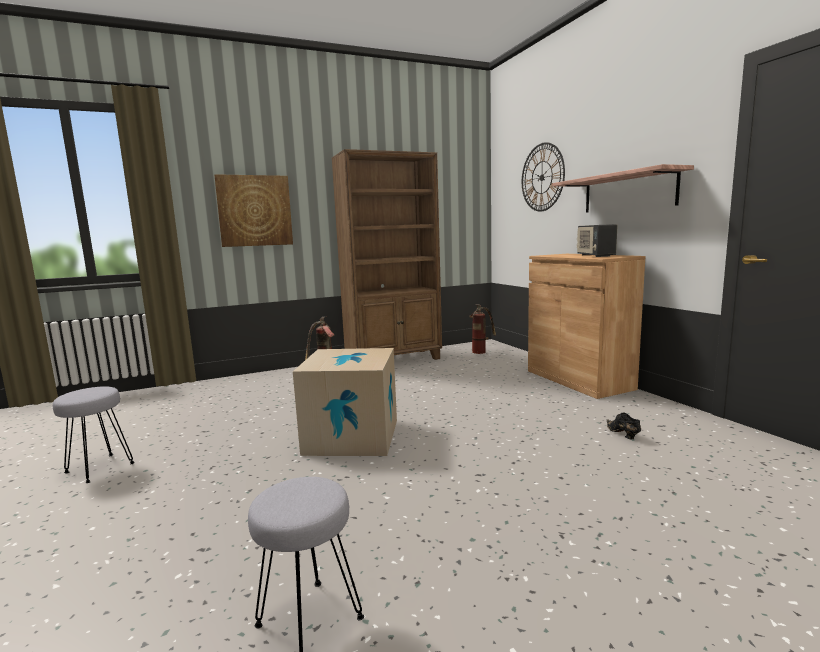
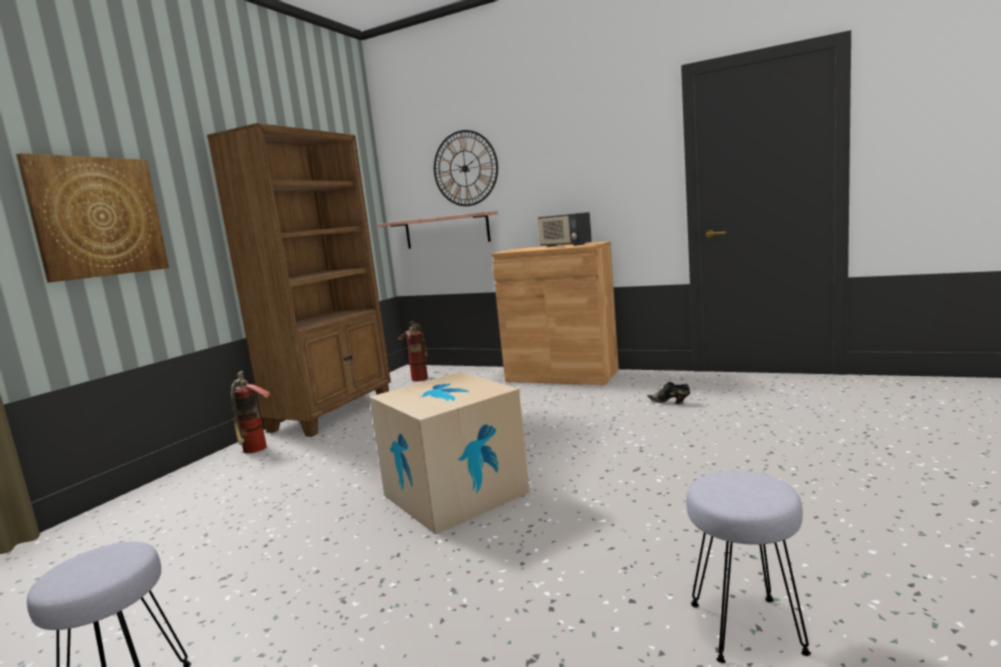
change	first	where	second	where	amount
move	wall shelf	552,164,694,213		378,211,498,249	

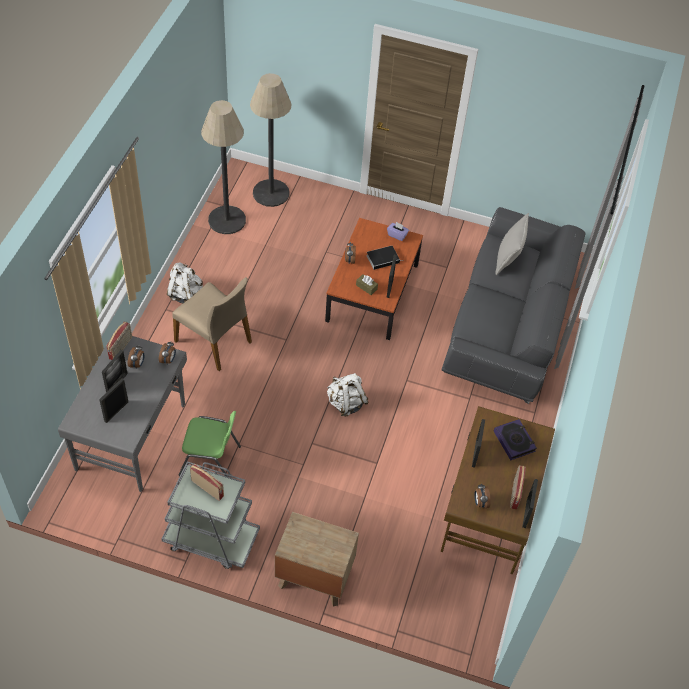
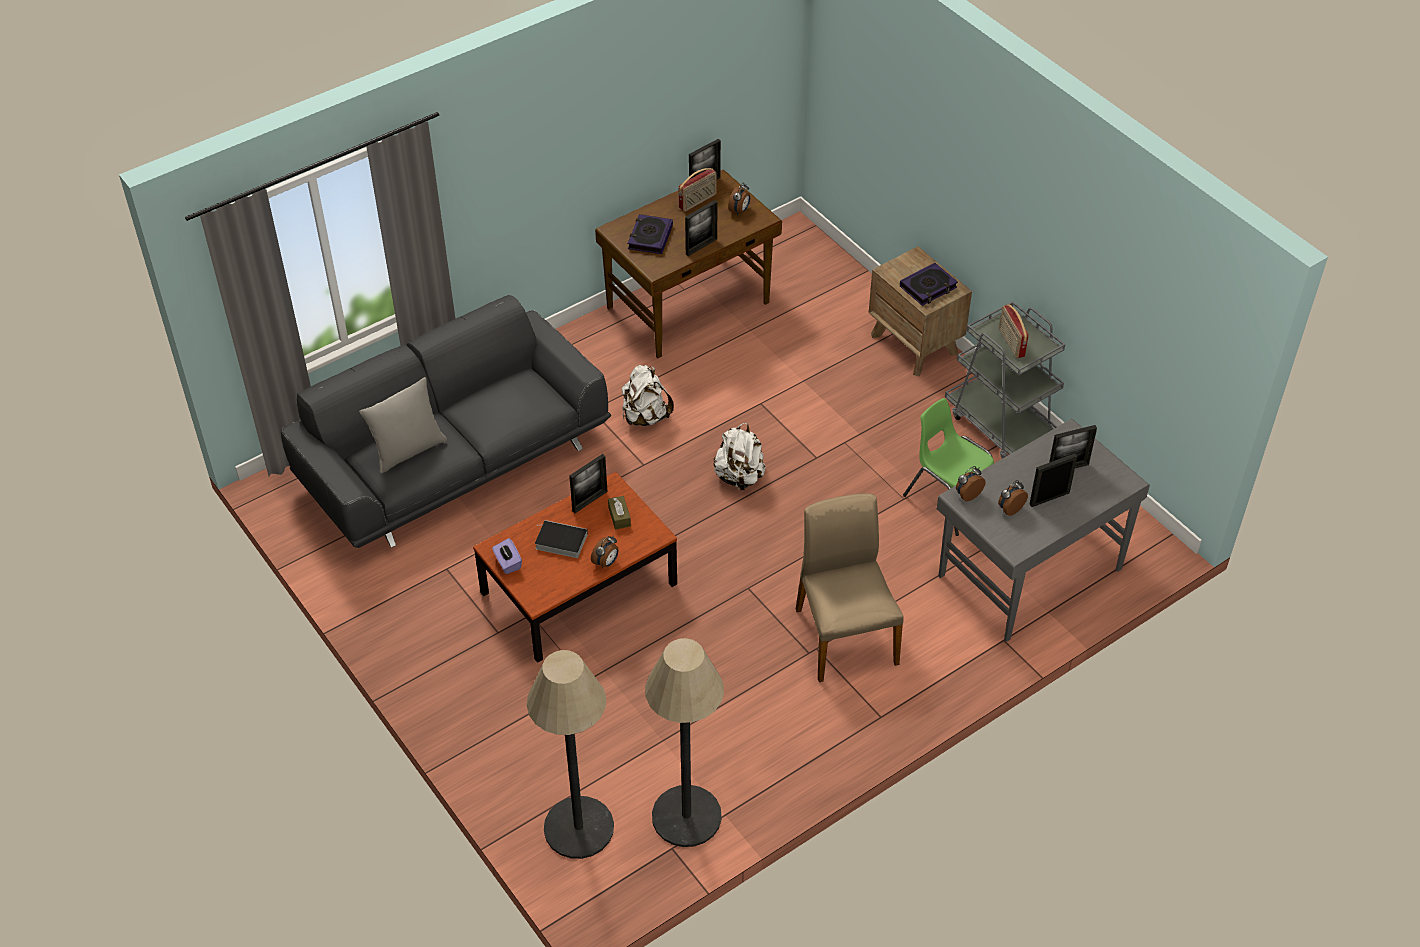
change	first	where	second	where	amount
move	white-coloured rucksack	167,263,203,303		622,365,674,426	
insert			book	900,263,958,306	
delete	radio receiver	106,321,132,360			

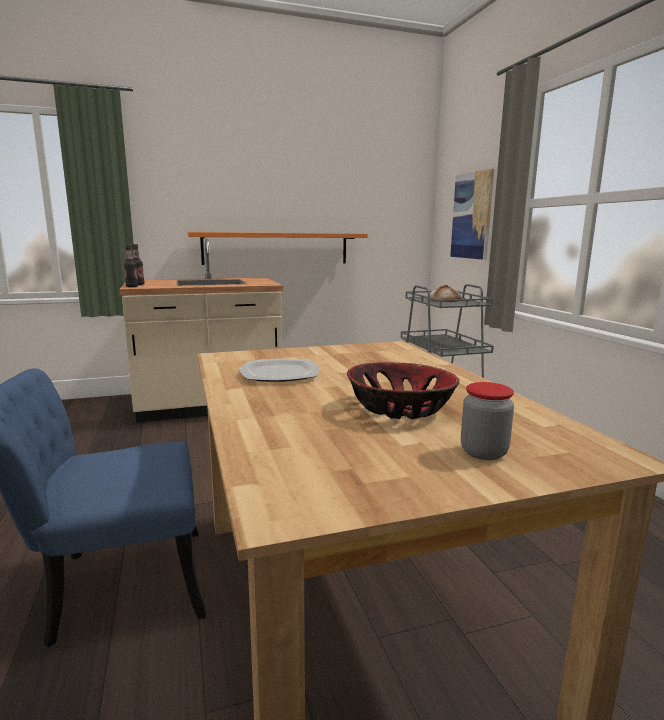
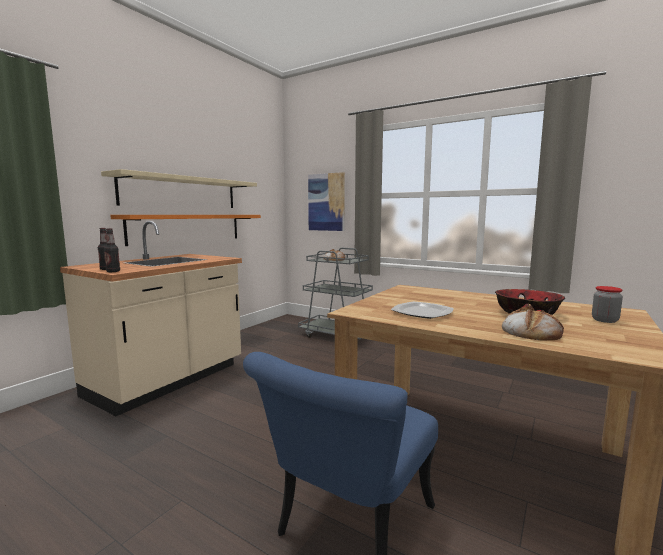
change	first	where	second	where	amount
insert			beige wall shelf	101,169,257,208	
insert			bakery bread	502,305,564,340	

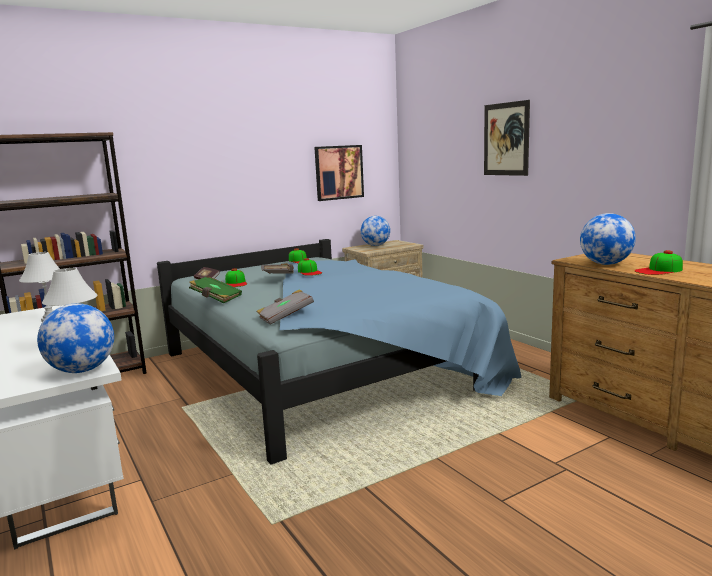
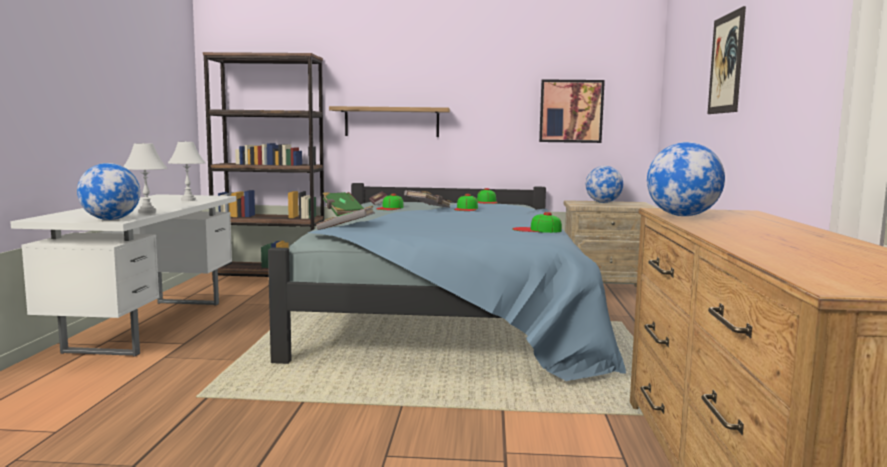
change	first	where	second	where	amount
insert			wall shelf	329,106,450,137	
move	baseball cap	635,250,683,275		512,212,562,233	

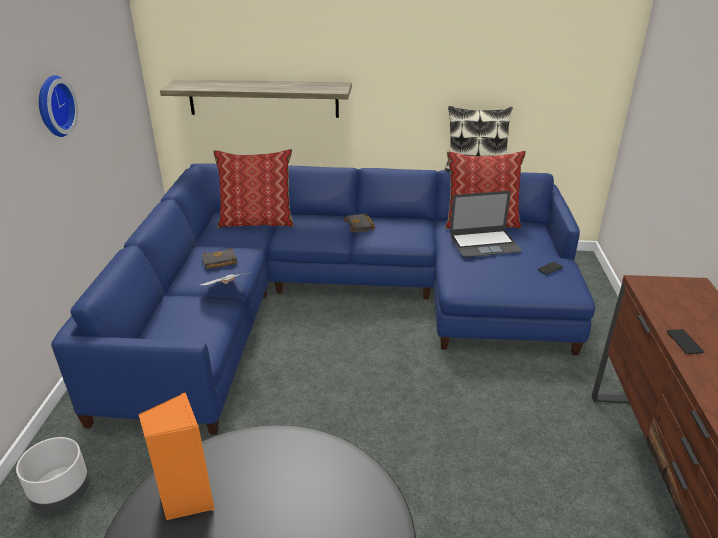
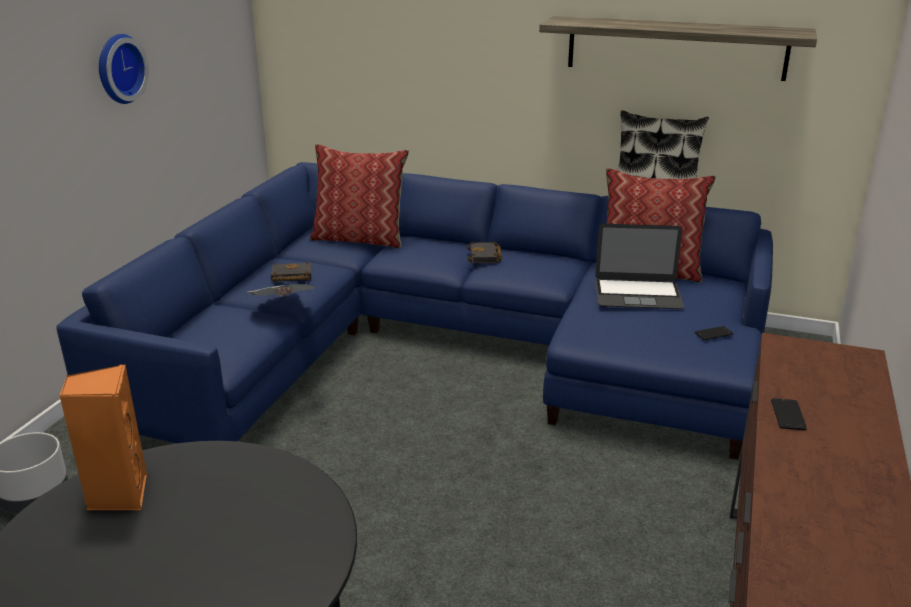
change	first	where	second	where	amount
move	wall shelf	160,79,352,118		539,16,817,81	

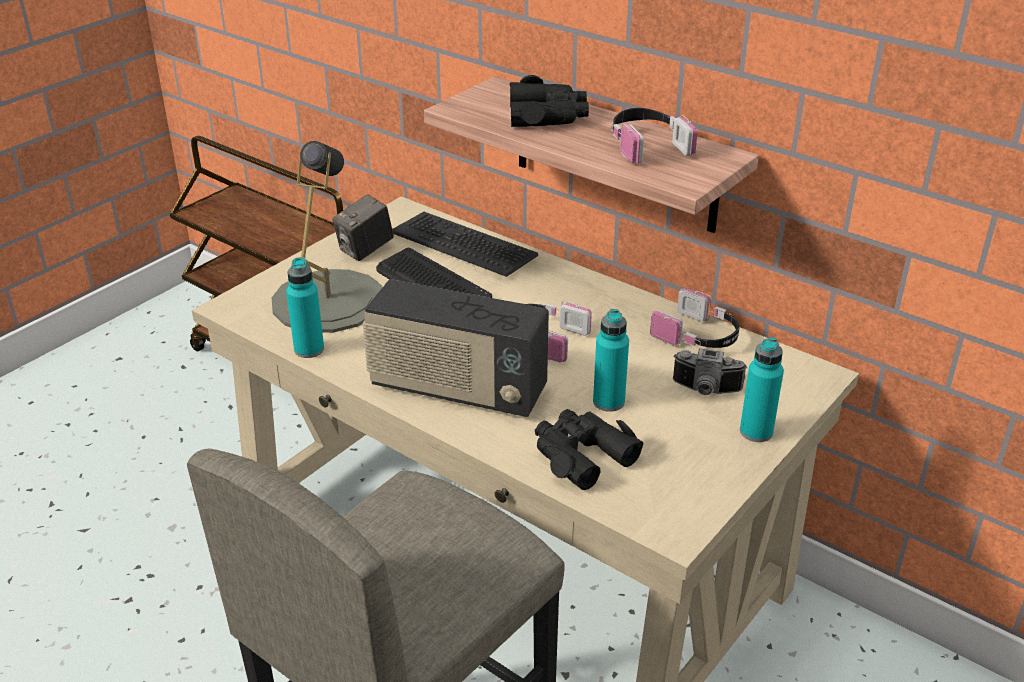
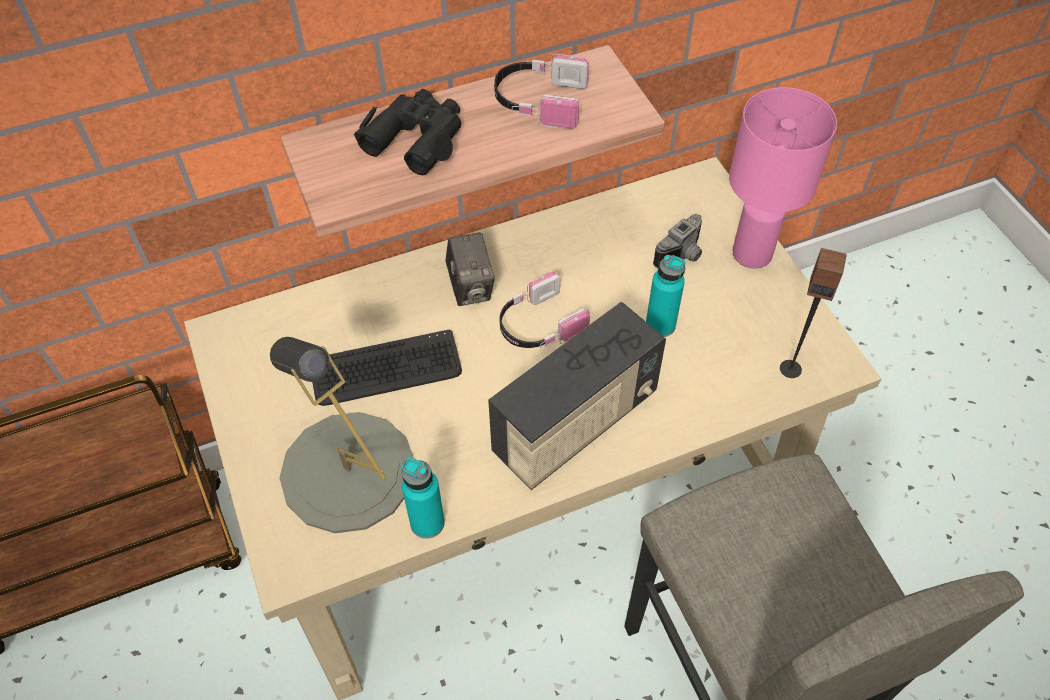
change	first	where	second	where	amount
move	photo camera	332,194,394,261		445,232,495,306	
replace	turquoise bottle	740,337,784,442	pink-coloured table lamp	729,87,837,269	
insert			speaker	780,248,847,378	
delete	keyboard	392,212,538,277			
delete	blackish field glasses	535,409,644,490			
delete	pair of headphones	650,288,740,348			

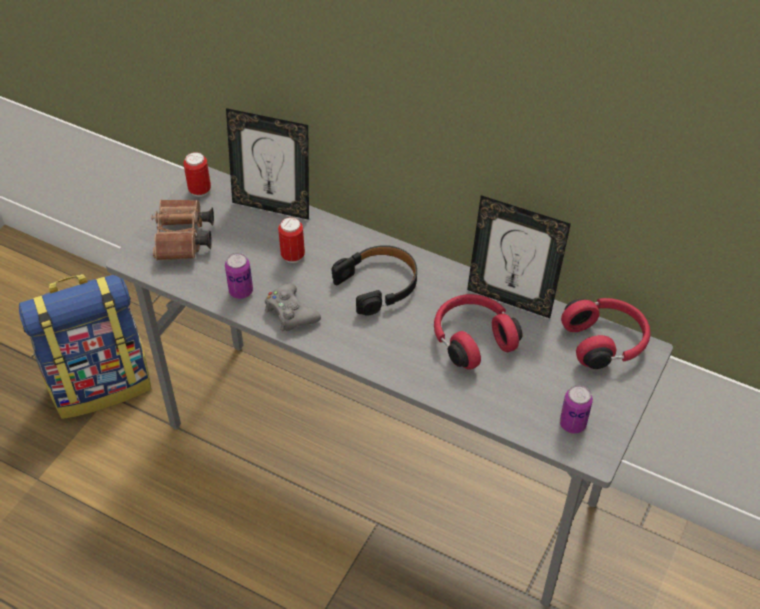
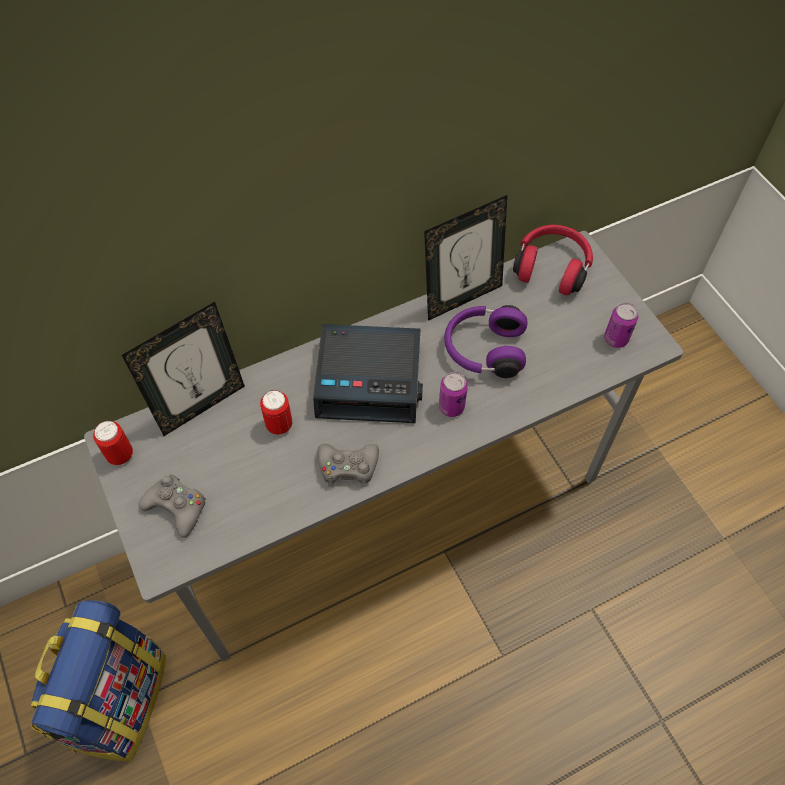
change	first	where	second	where	amount
replace	brownish field glasses	151,200,214,260	gray joypad	138,475,206,538	
replace	blackish pair of headphones	332,245,417,316	bedside clock	313,324,423,423	
move	metal can	225,253,253,299		439,372,468,417	
recolor	reddish pair of headphones	434,294,523,370	purple pair of headphones	444,305,527,378	

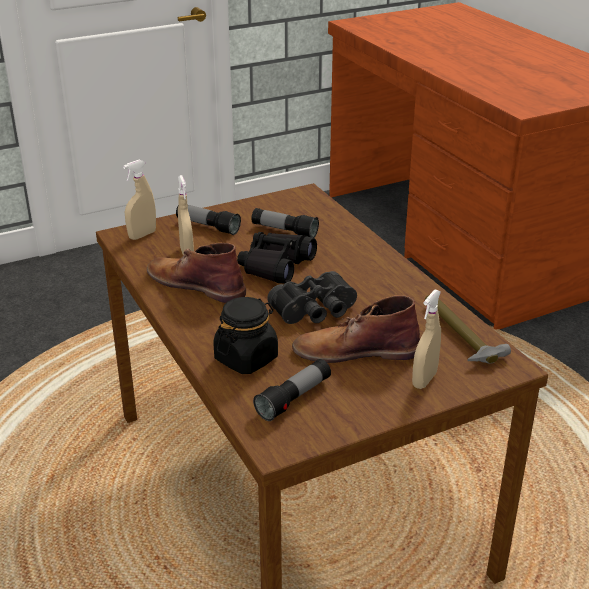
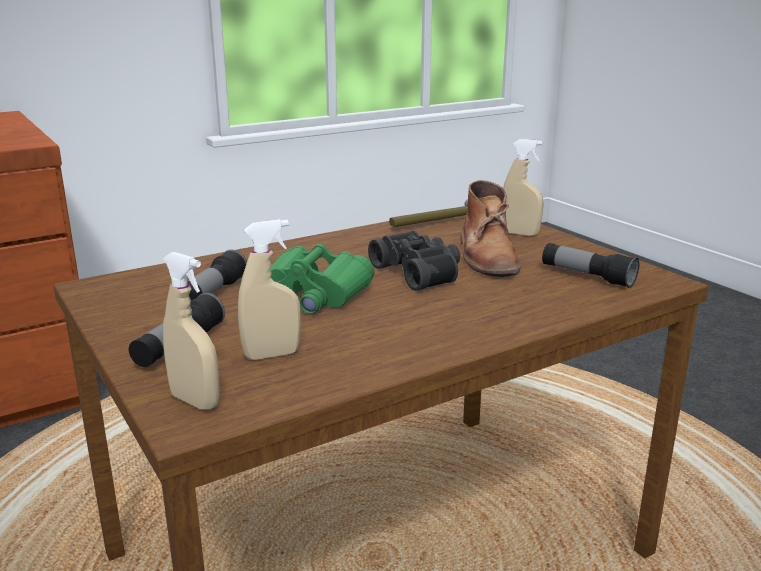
change	first	where	second	where	amount
recolor	blackish field glasses	237,232,317,284	greenish field glasses	270,244,375,314	
delete	brownish high-top boot	147,243,246,303			
delete	blackish storage jar	213,297,278,374			

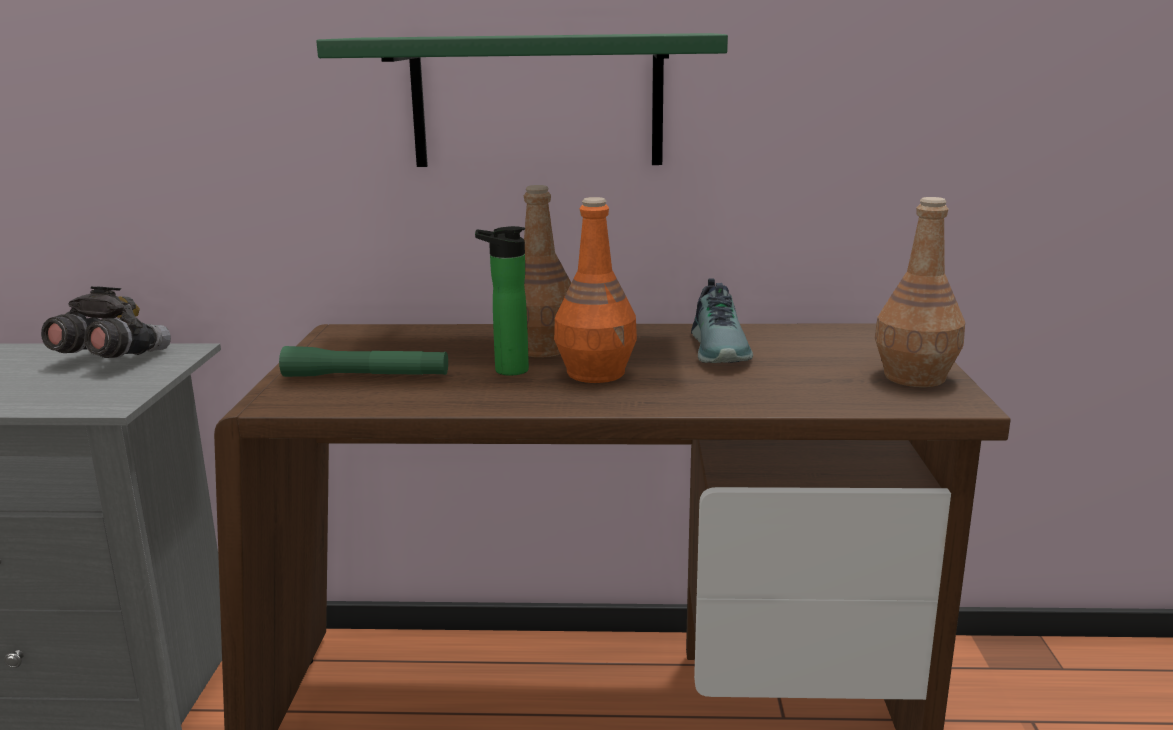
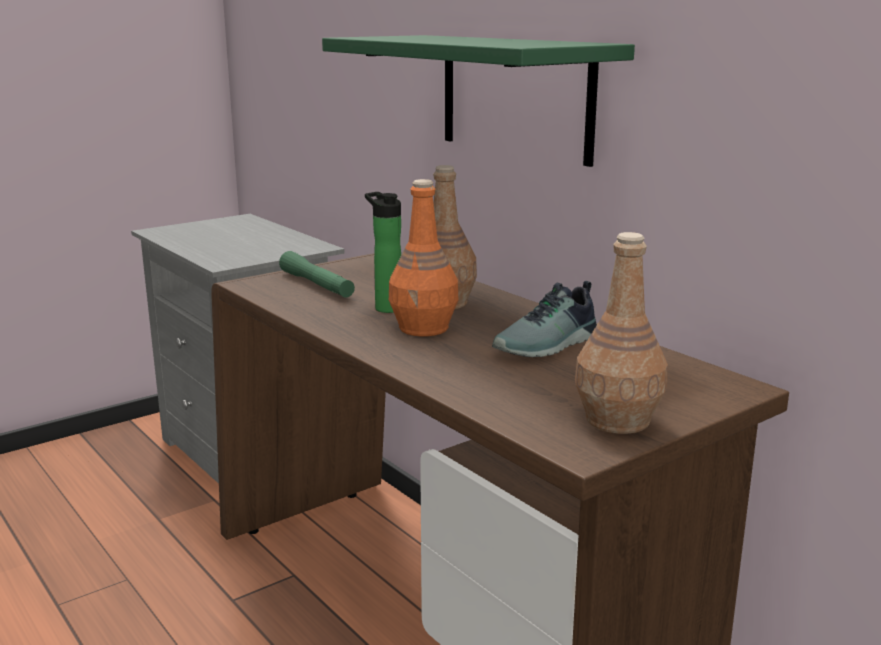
change	first	where	second	where	amount
delete	gray field glasses	41,286,171,358			

